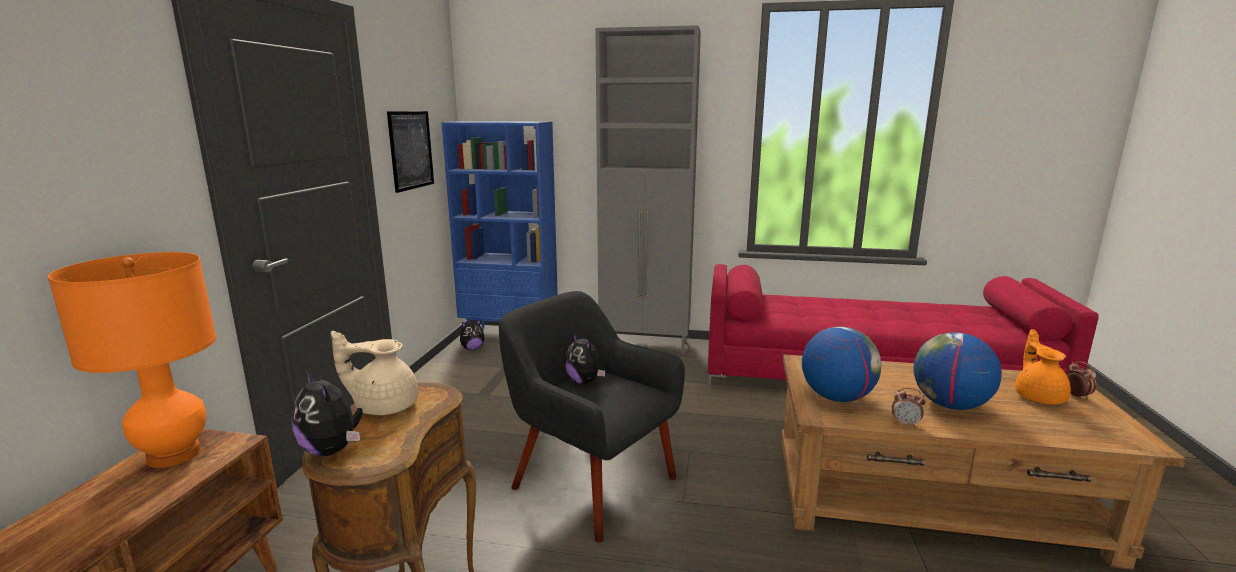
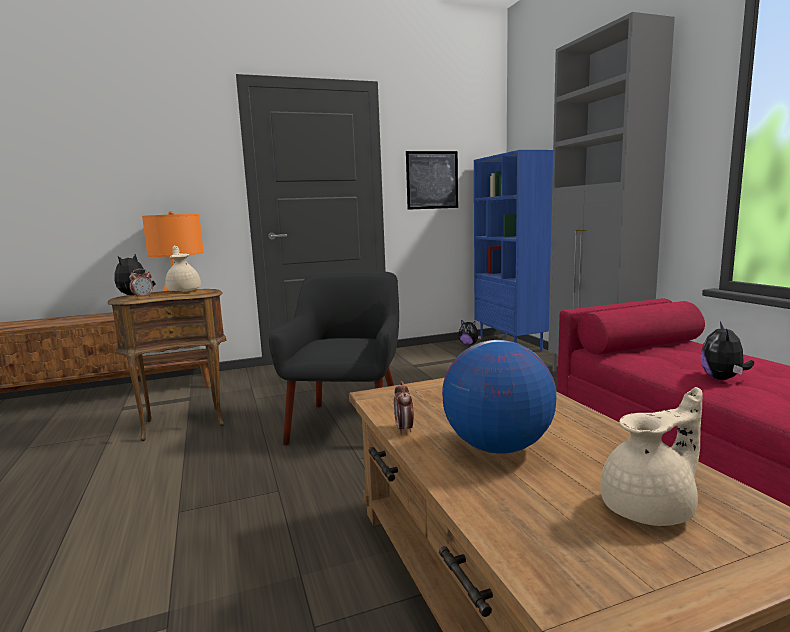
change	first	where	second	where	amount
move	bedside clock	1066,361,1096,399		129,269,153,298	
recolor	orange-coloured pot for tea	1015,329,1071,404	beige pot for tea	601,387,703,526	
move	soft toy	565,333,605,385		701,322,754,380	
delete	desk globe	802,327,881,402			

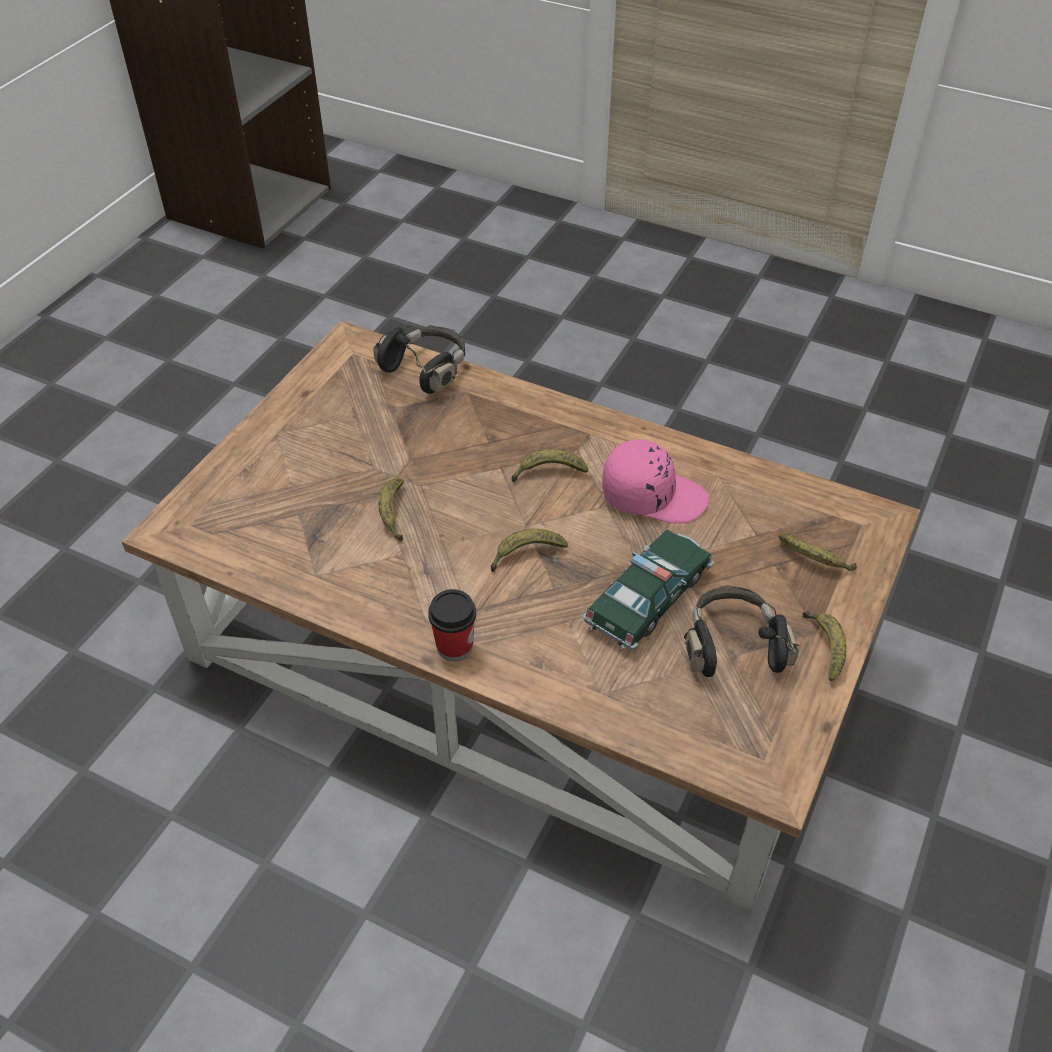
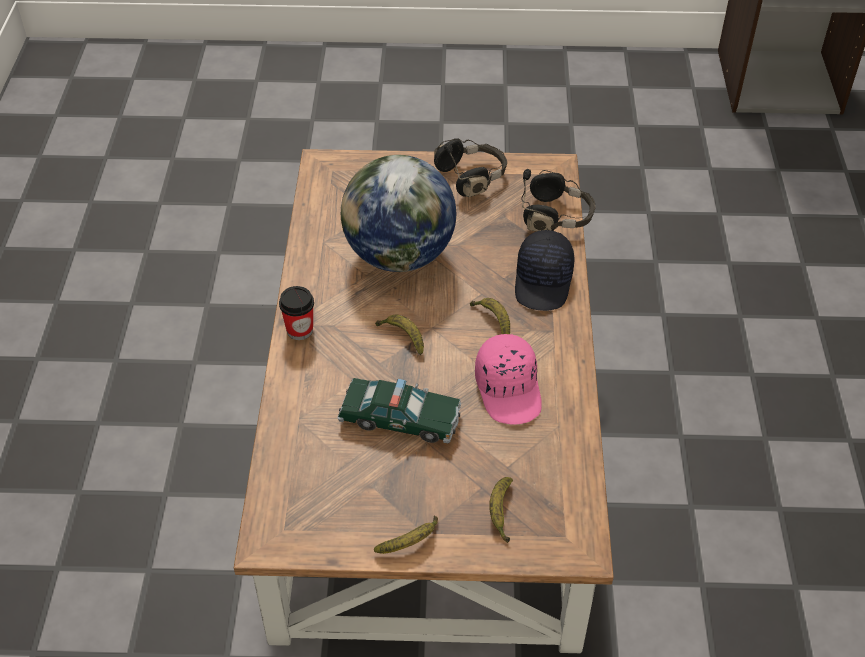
change	first	where	second	where	amount
replace	whole banana	378,478,404,542	desk globe	341,155,456,272	
move	blackish pair of headphones	684,585,799,677		434,138,507,197	
insert			blackish baseball cap	515,230,575,311	

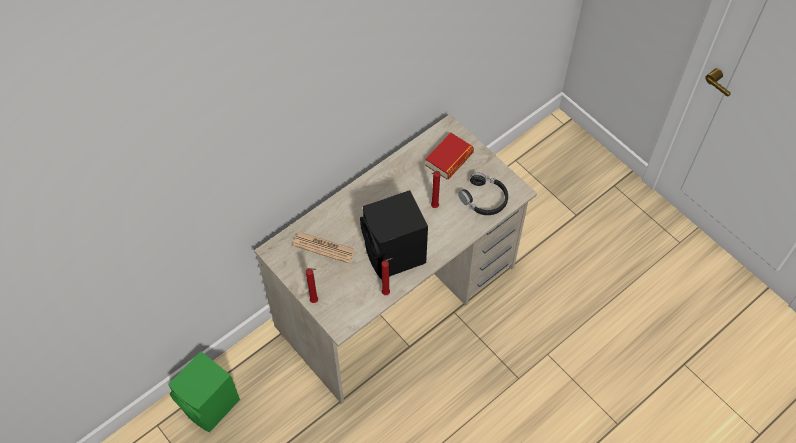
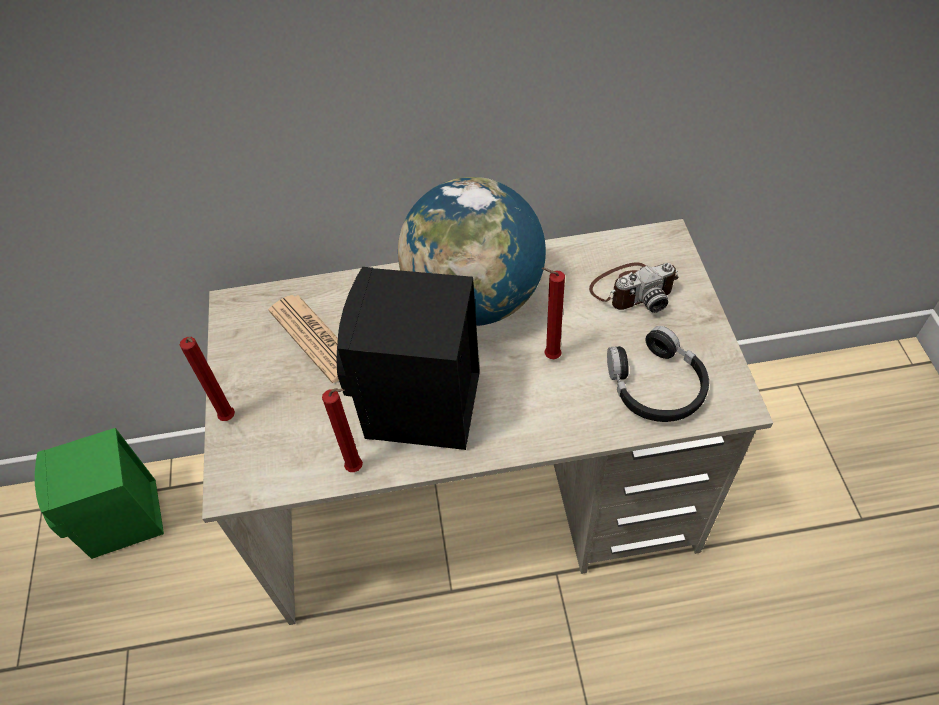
change	first	where	second	where	amount
insert			desk globe	398,177,546,326	
replace	book	425,133,474,180	photo camera	589,263,679,313	

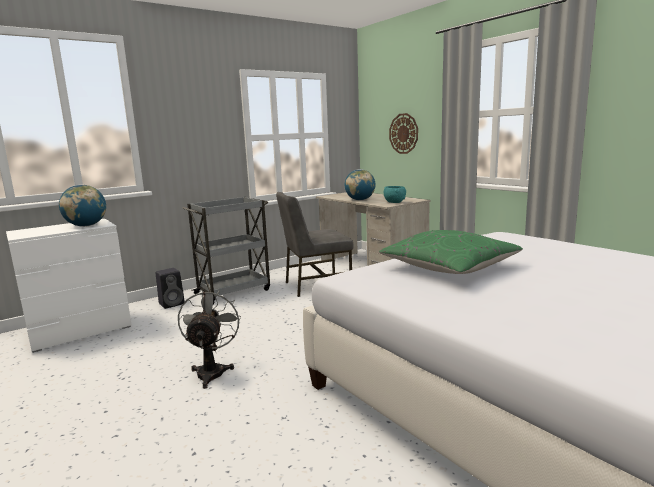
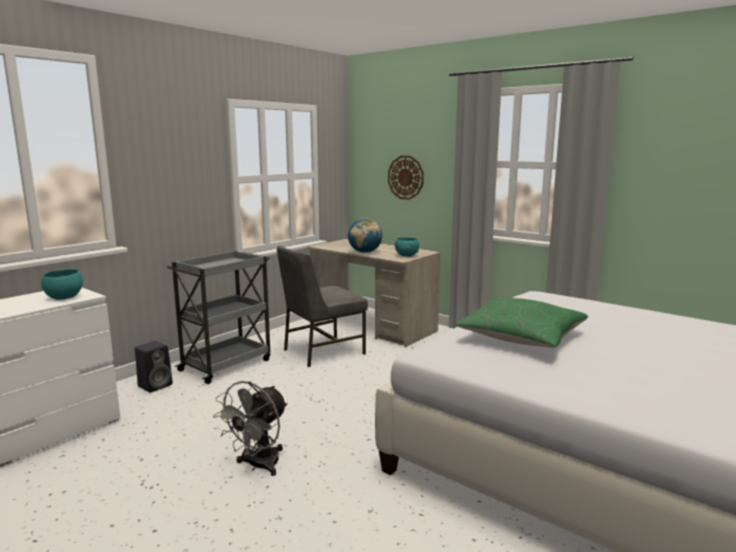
change	first	where	second	where	amount
replace	desk globe	59,185,106,227	turquoise serving bowl	41,269,83,300	
rotate	gray electric fan	178,289,241,389		213,381,288,476	135 degrees counterclockwise

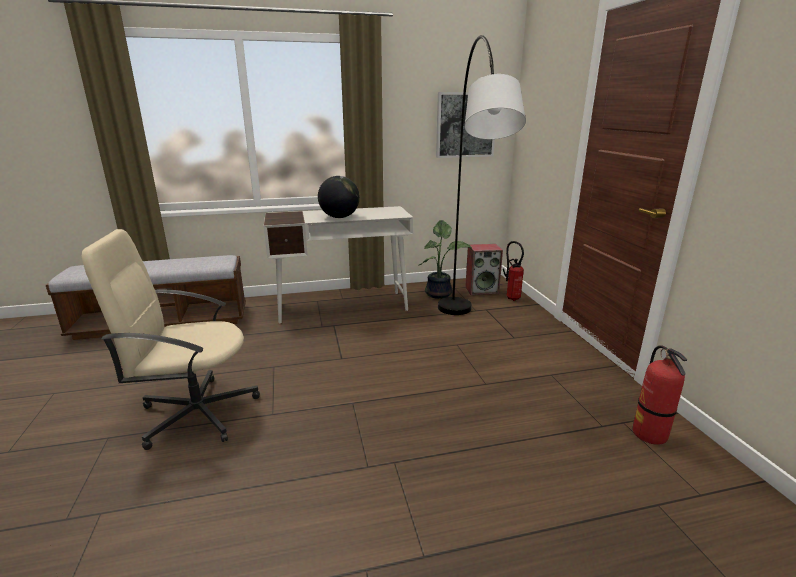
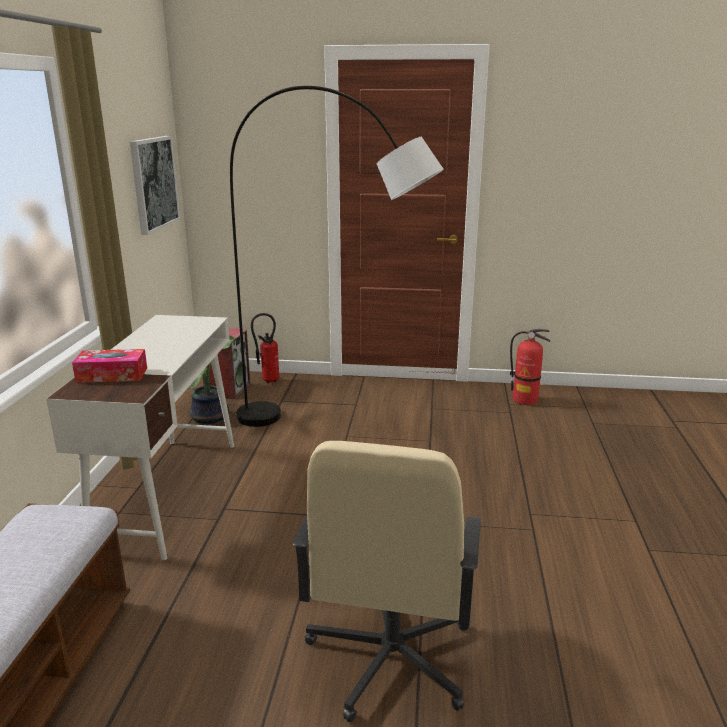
change	first	where	second	where	amount
insert			tissue box	72,349,147,383	
delete	desk globe	318,176,360,218			

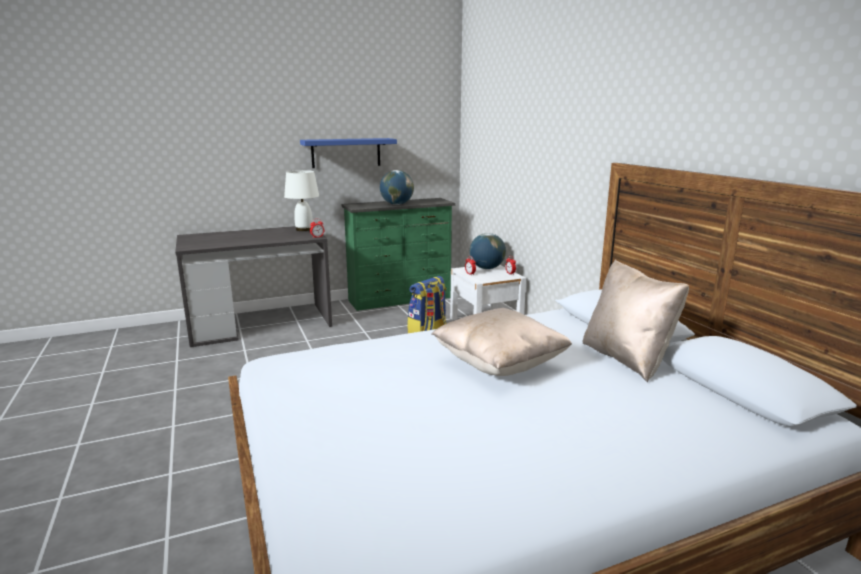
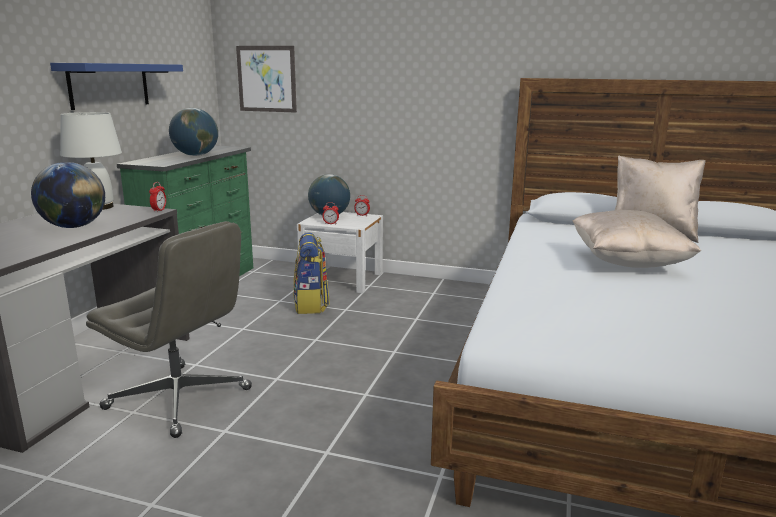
change	first	where	second	where	amount
insert			desk globe	31,162,105,228	
insert			gray office chair	86,221,252,438	
insert			wall art	236,46,297,113	

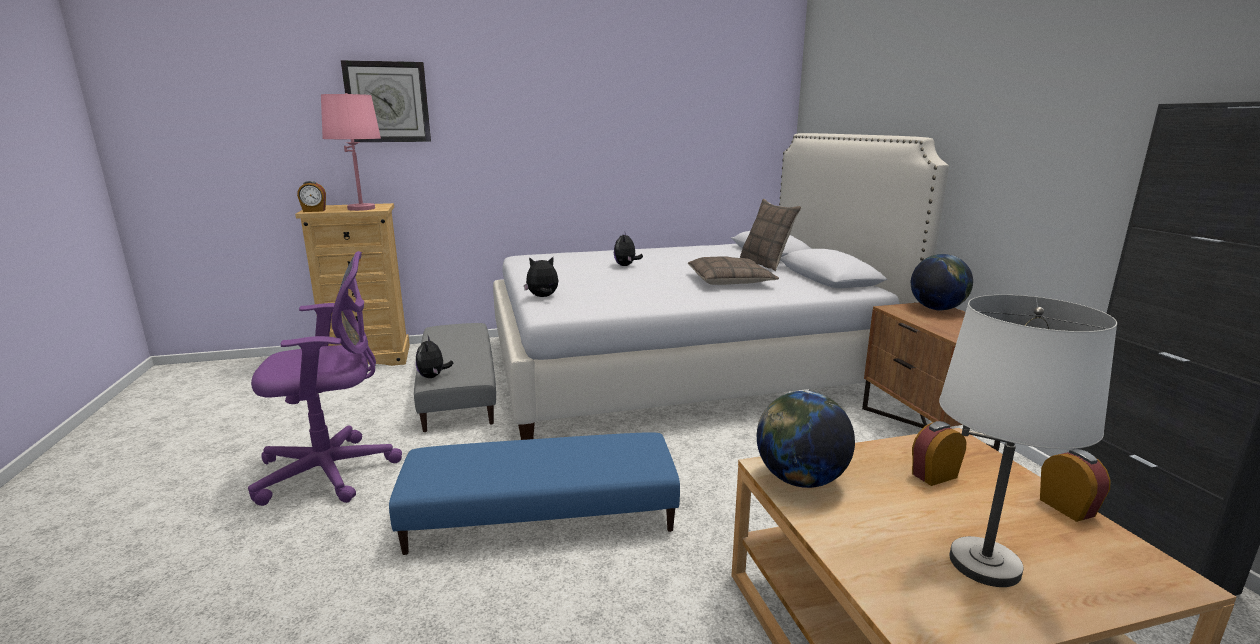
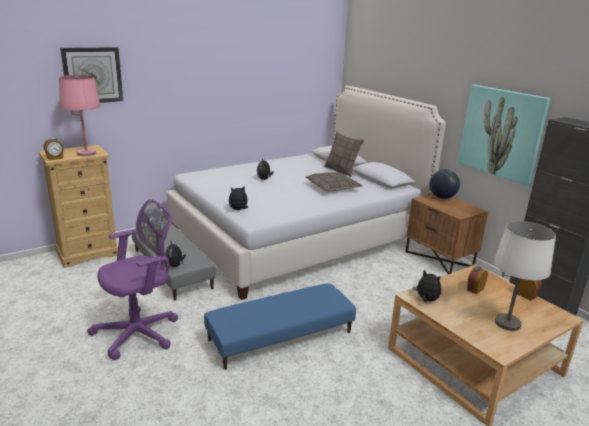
change	first	where	second	where	amount
replace	desk globe	757,390,855,488	soft toy	413,270,441,302	
insert			wall art	458,85,551,185	

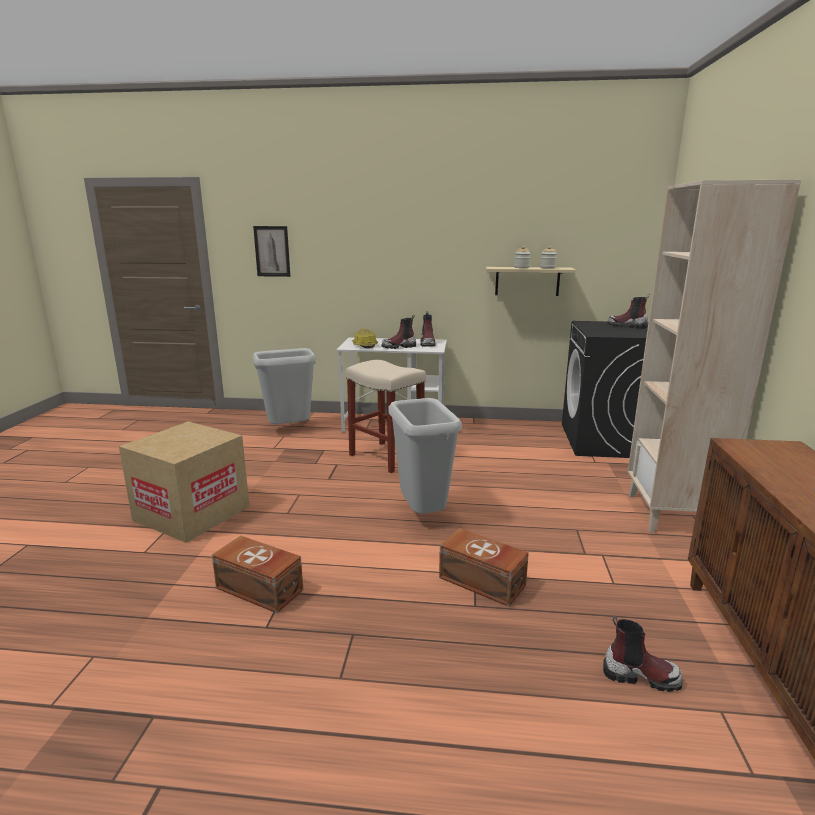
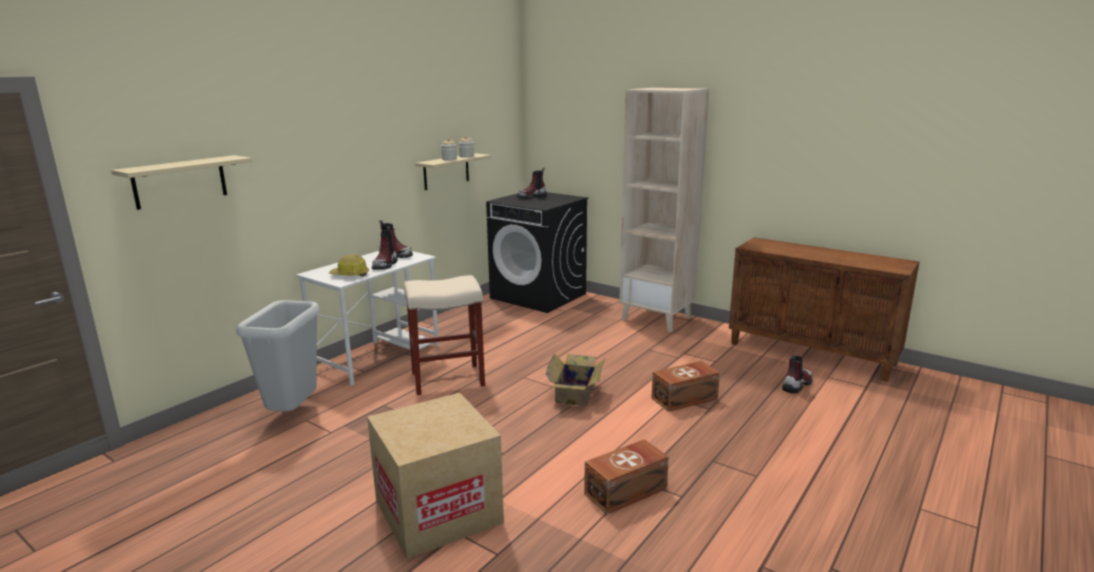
change	first	where	second	where	amount
replace	wall art	253,226,291,277	beige wall shelf	111,155,252,210	
replace	gray rubbish bin	388,398,462,514	carton	546,353,605,406	

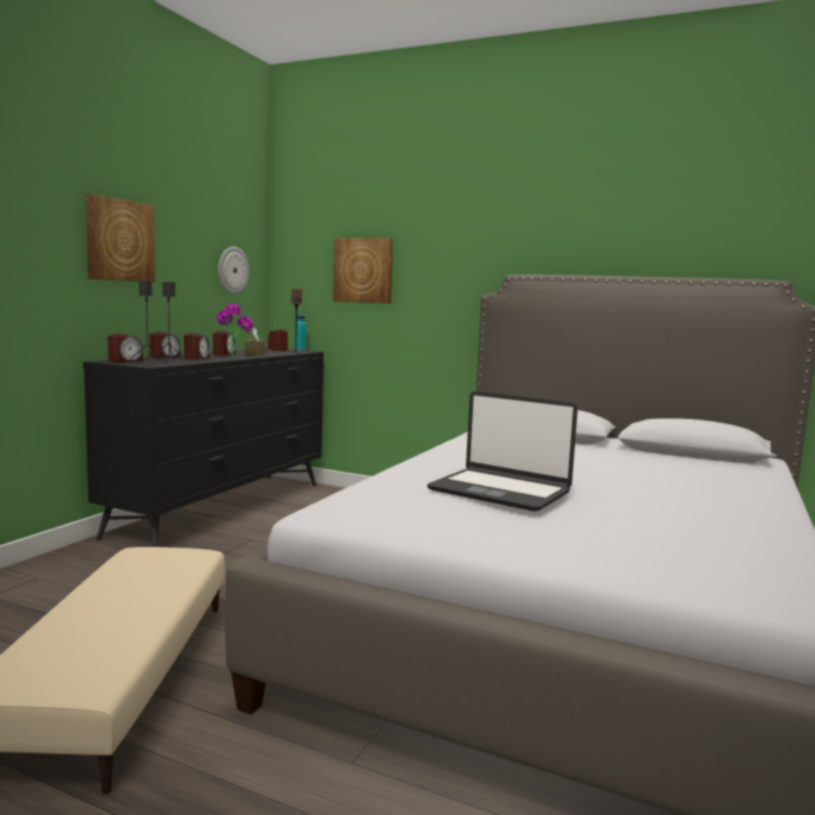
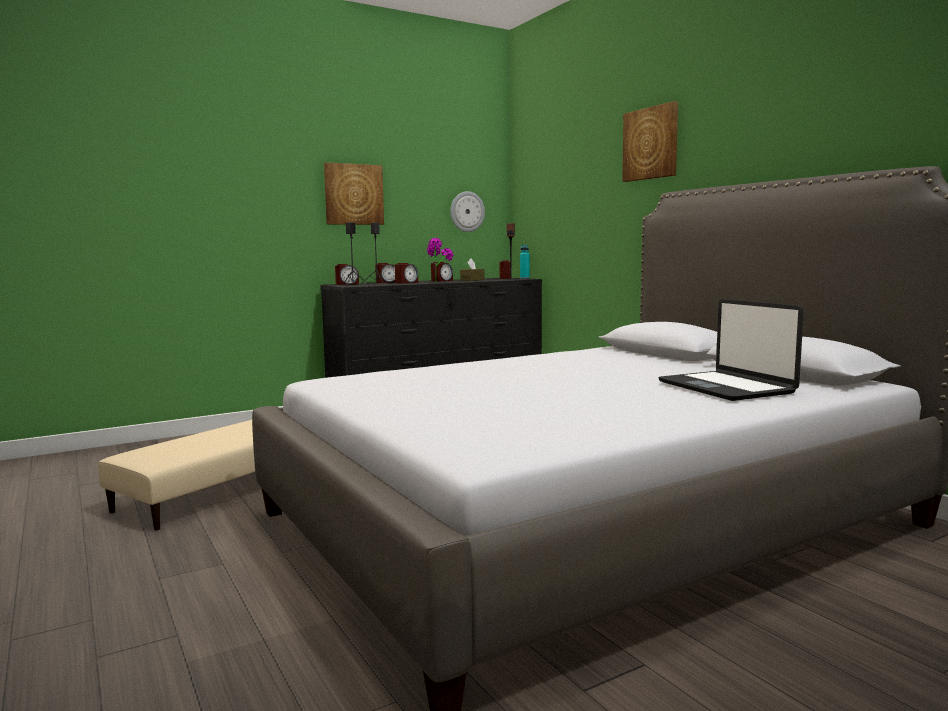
change	first	where	second	where	amount
move	wall art	333,238,393,304		622,101,678,182	
move	laptop	427,391,578,511		658,299,804,401	

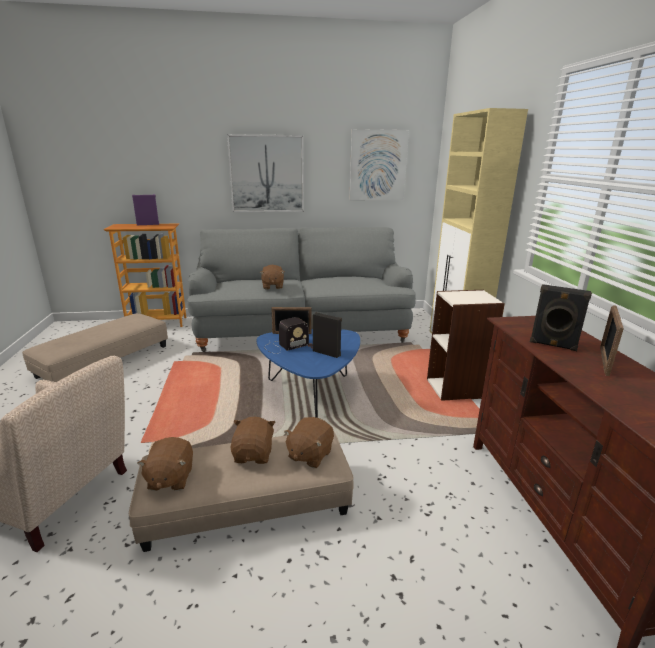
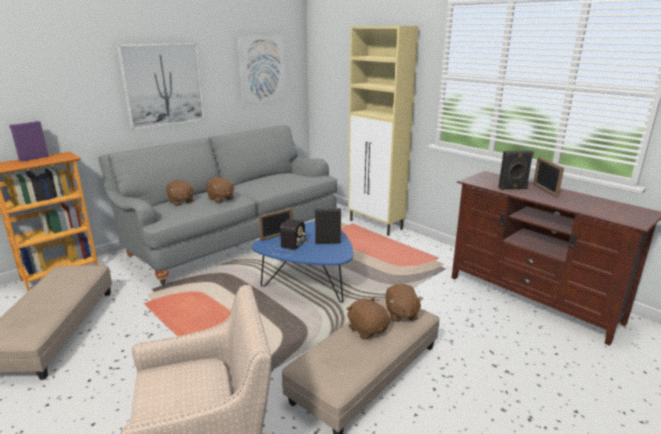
change	first	where	second	where	amount
move	brownish soft toy	137,437,193,491		166,180,194,206	
delete	bookcase	427,290,505,401			

